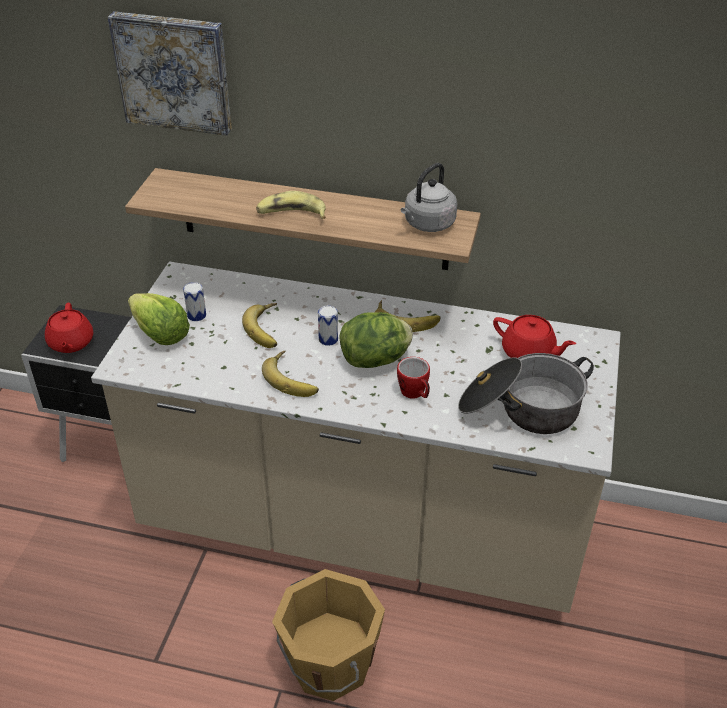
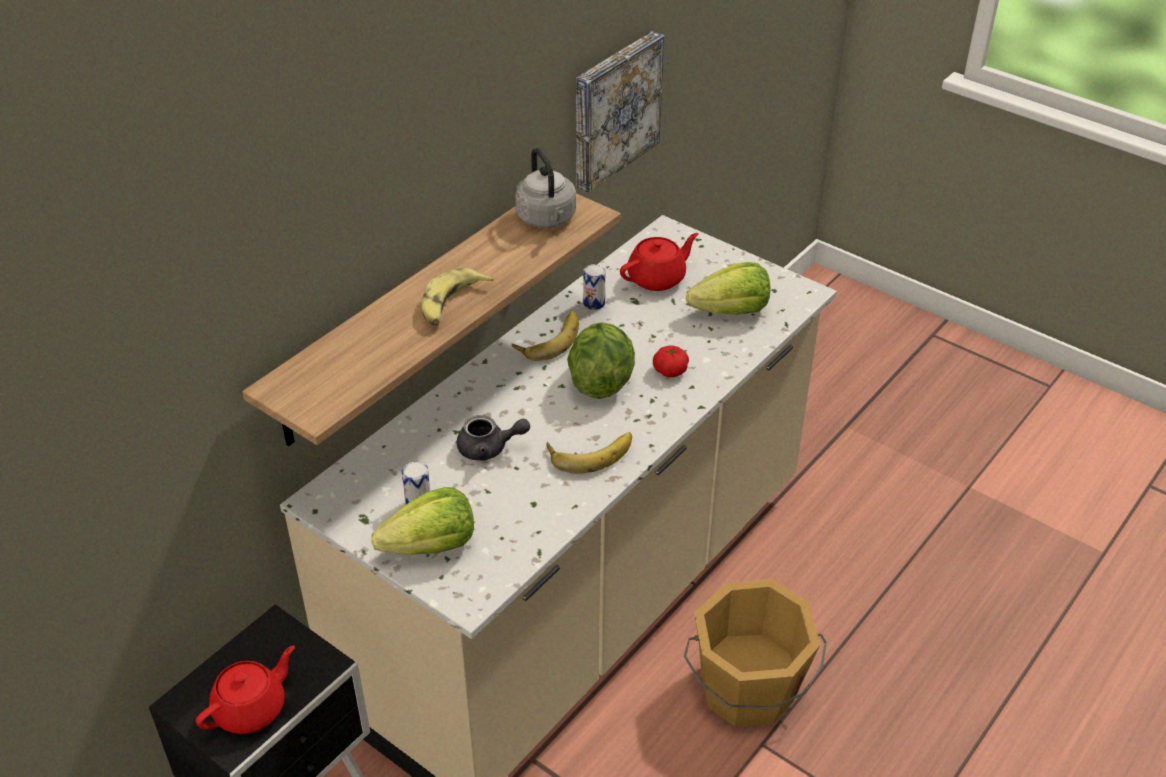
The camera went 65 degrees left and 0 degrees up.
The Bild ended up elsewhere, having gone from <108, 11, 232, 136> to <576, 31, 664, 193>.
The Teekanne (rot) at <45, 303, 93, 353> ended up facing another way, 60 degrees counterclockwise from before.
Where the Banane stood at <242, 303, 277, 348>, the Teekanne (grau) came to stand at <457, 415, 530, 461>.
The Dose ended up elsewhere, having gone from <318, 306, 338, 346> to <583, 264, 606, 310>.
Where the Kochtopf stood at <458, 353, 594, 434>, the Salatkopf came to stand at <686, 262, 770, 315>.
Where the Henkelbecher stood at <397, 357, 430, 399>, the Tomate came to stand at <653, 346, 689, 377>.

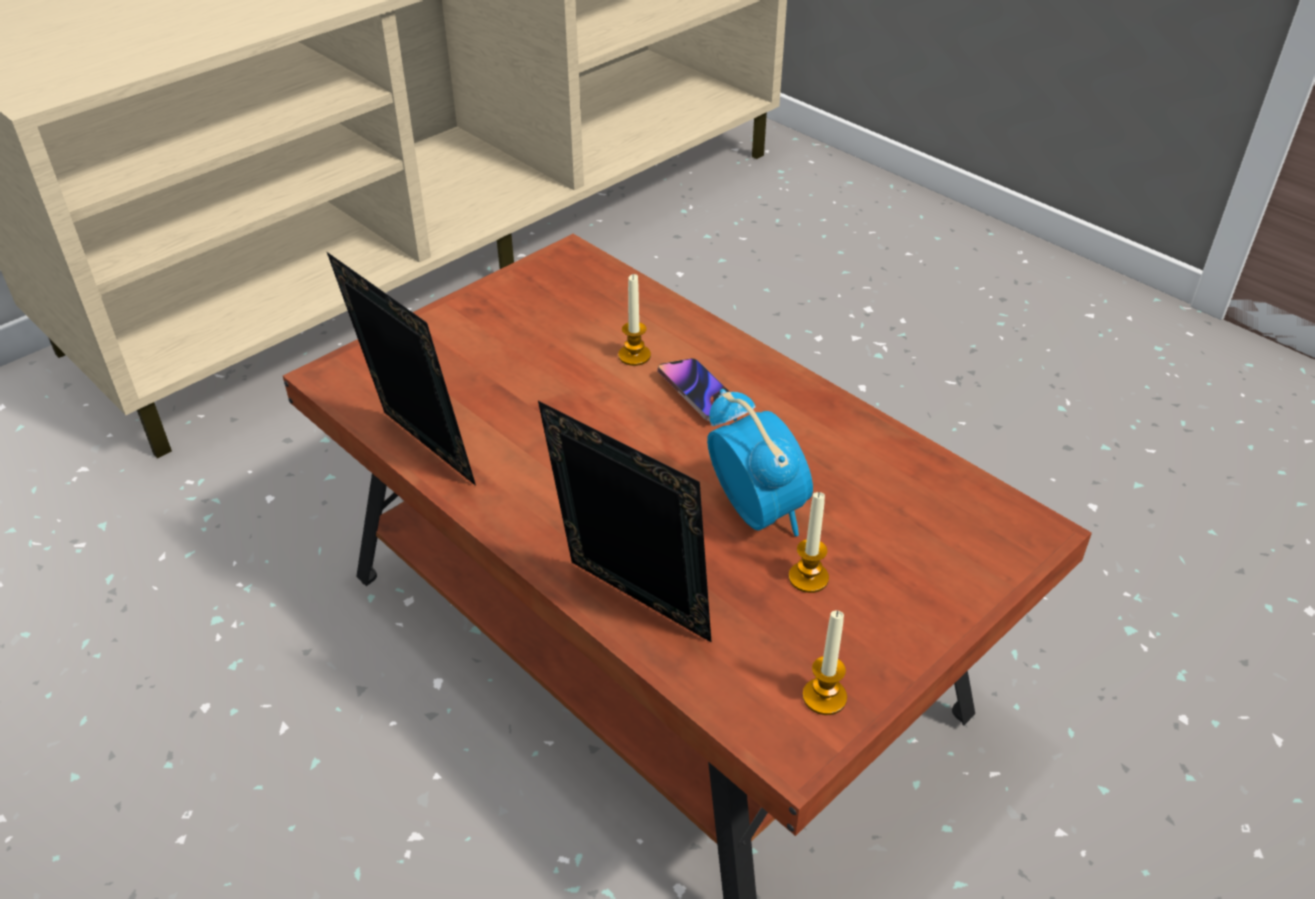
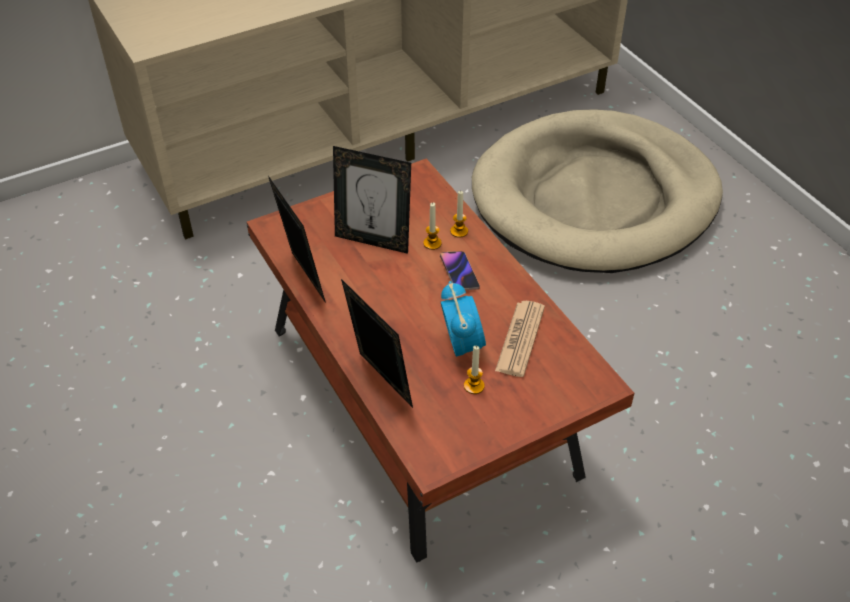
The camera went 15 degrees right and 5 degrees up.
The Kerze ended up elsewhere, having gone from <803, 611, 847, 715> to <450, 191, 468, 238>.
The second view gained the Hundebett (beige) at <472, 109, 723, 273>.
The second view gained the Bilderrahmen at <333, 146, 411, 254>.
The second view gained the Zeitung at <495, 301, 545, 377>.

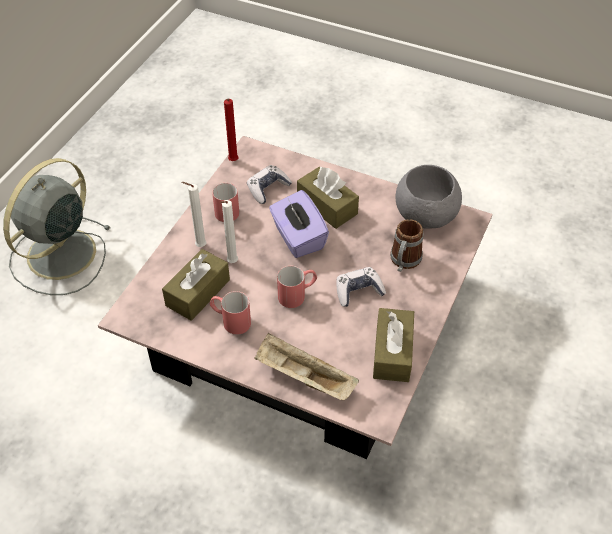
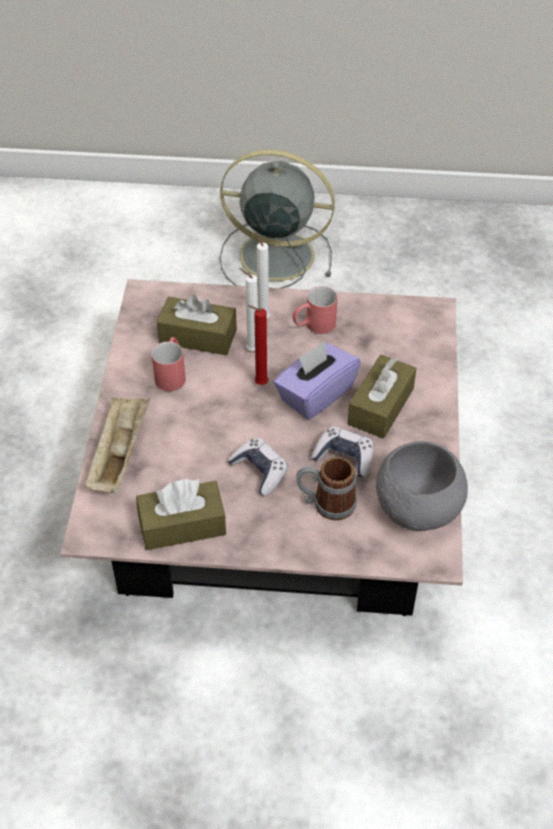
The camera went 70 degrees right and 0 degrees up.
The Kerze (rot) ended up elsewhere, having gone from <224, 99, 238, 161> to <248, 305, 268, 385>.
The Gamepad ended up elsewhere, having gone from <247, 165, 292, 204> to <311, 426, 373, 477>.
The second view lost the Henkelbecher (rot) at <277, 266, 317, 308>.

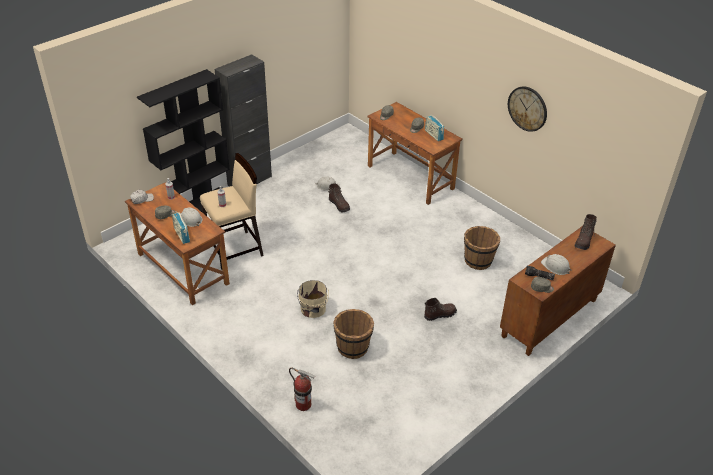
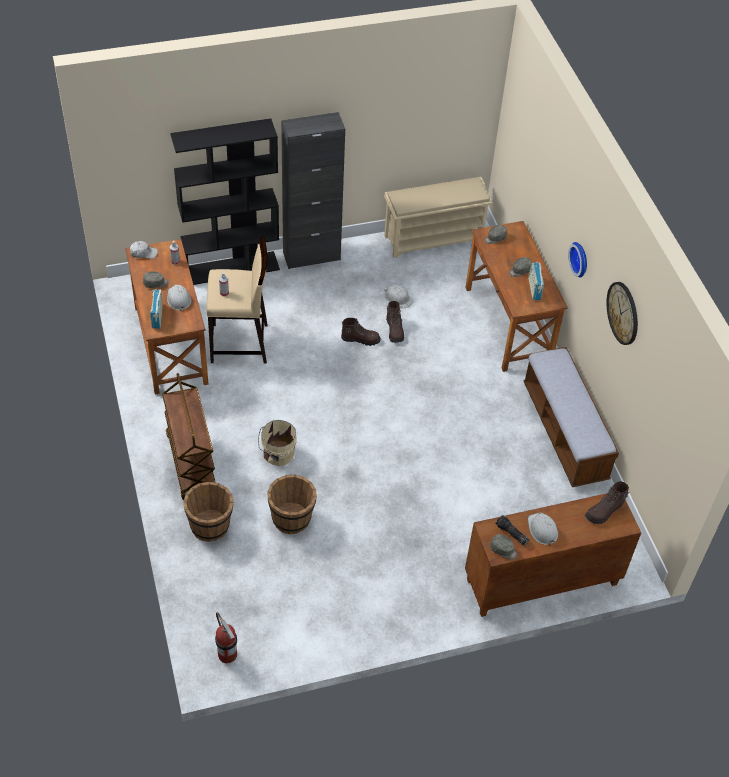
The camera went 25 degrees right and 10 degrees up.
The Eimer (braun) ended up elsewhere, having gone from <464, 226, 500, 270> to <183, 482, 234, 542>.
The Stiefel (braun) ended up elsewhere, having gone from <424, 298, 457, 321> to <341, 318, 381, 346>.
The Feuerlöscher ended up elsewhere, having gone from <289, 367, 316, 411> to <215, 612, 237, 663>.
The second view gained the Schuhregal (beige) at <384, 177, 493, 258>.
The second view gained the Wanduhr at <568, 242, 587, 278>.
The second view gained the Bank at <524, 347, 619, 487>.
The second view gained the Rollwagen (braun) at <162, 373, 216, 500>.

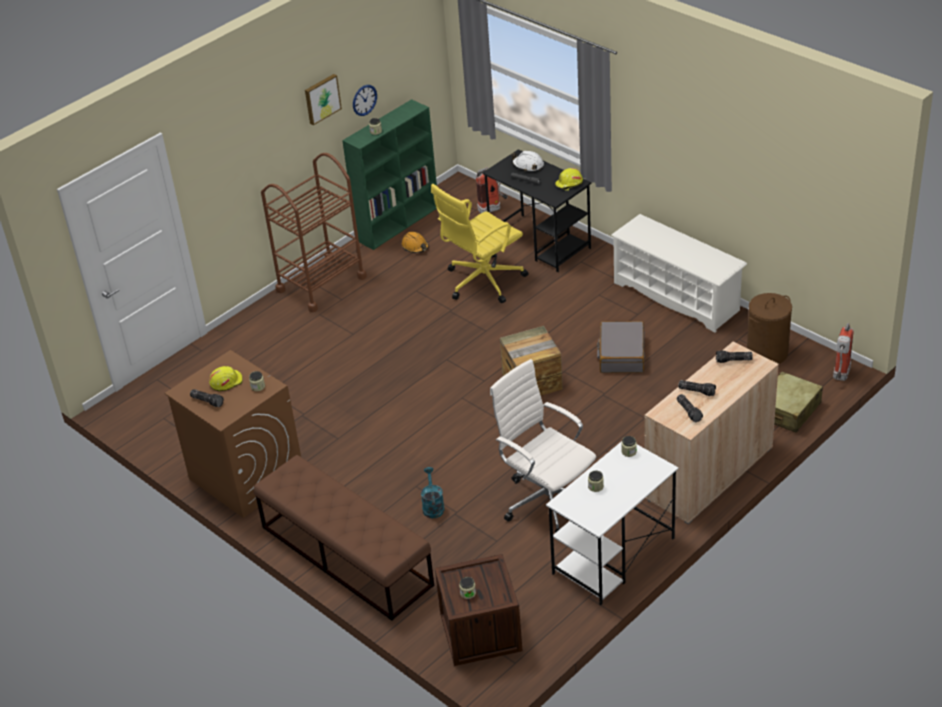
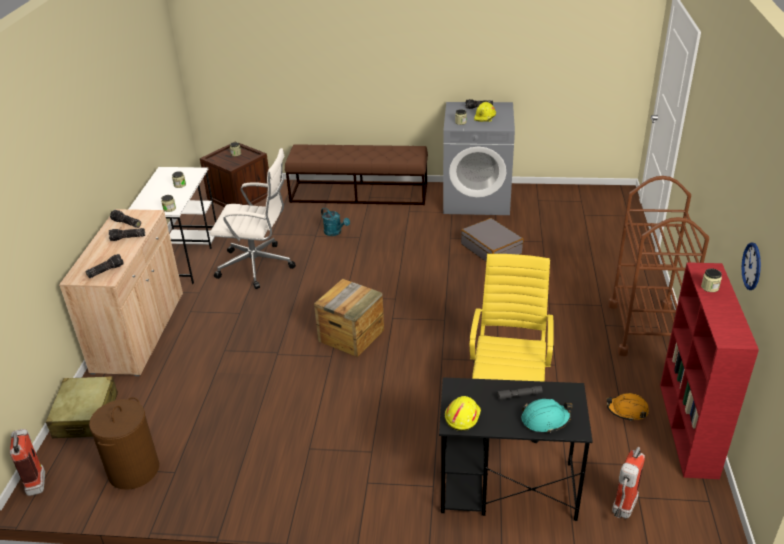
The camera went 140 degrees right and 5 degrees down.
The second view lost the Bild at <305, 74, 342, 125>.
What was the Bücherregal (grün) at <342, 99, 437, 250> turned into the Bücherregal (rot) at <660, 262, 759, 479>.
What was the Schutzhelm (weiß) at <511, 150, 544, 172> turned into the Schutzhelm (türkis) at <522, 399, 572, 433>.
The second view lost the Schuhregal (weiß) at <611, 214, 747, 333>.
The Koffer (grau) ended up elsewhere, having gone from <597, 321, 645, 373> to <461, 218, 524, 261>.
What was the Waschmaschine (braun) at <165, 350, 301, 518> turned into the Waschmaschine (grau) at <443, 102, 515, 215>.

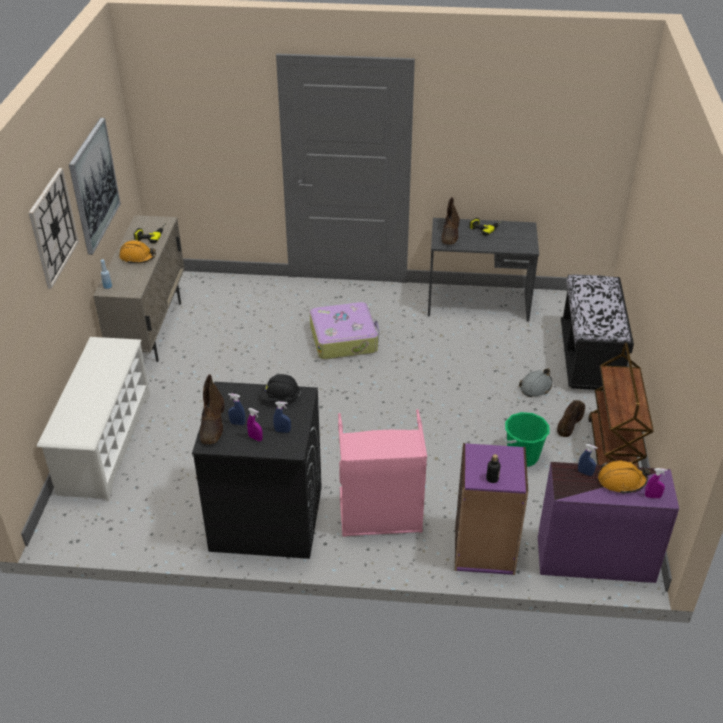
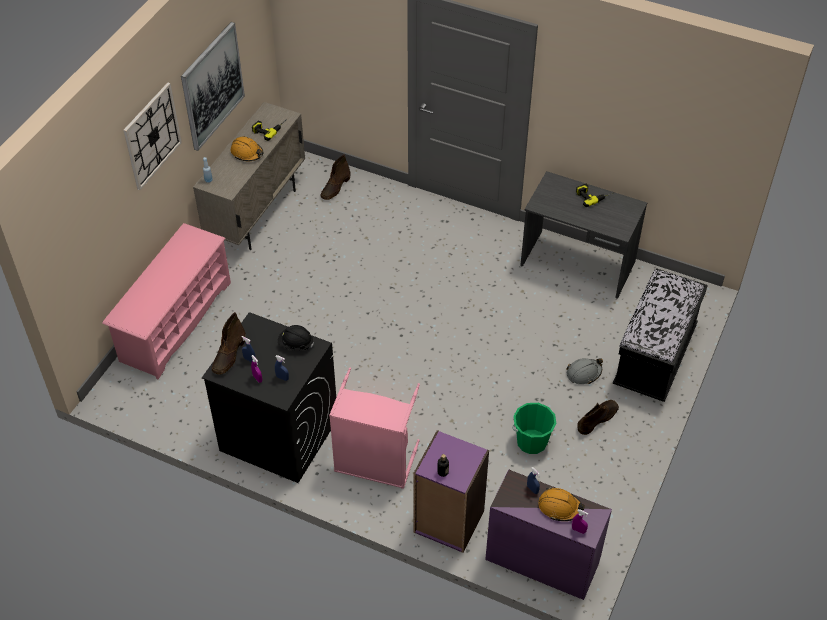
The camera went 20 degrees right and 10 degrees up.
The Stiefel (braun) ended up elsewhere, having gone from <441, 197, 460, 245> to <320, 154, 351, 200>.
The second view lost the Koffer at <310, 302, 379, 359>.
What was the Schuhregal (weiß) at <37, 337, 150, 501> turned into the Schuhregal (rosa) at <102, 223, 231, 379>.
The second view lost the Rollwagen (braun) at <588, 342, 654, 467>.

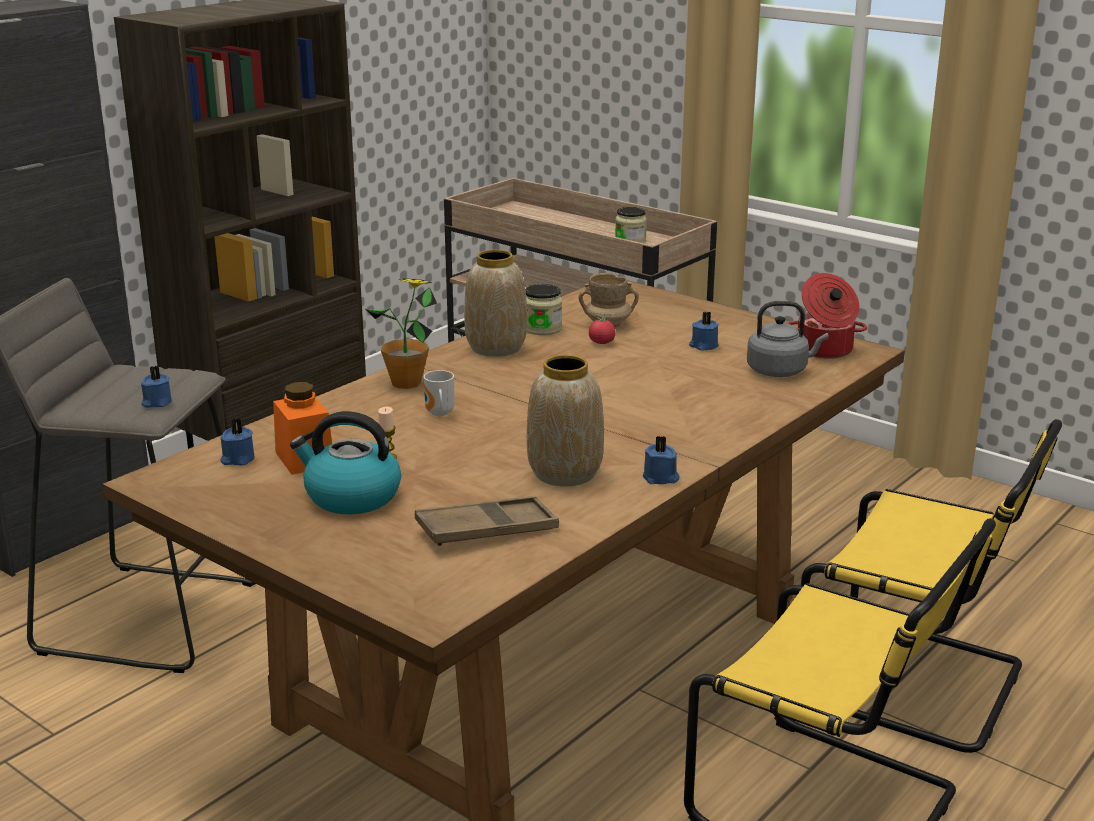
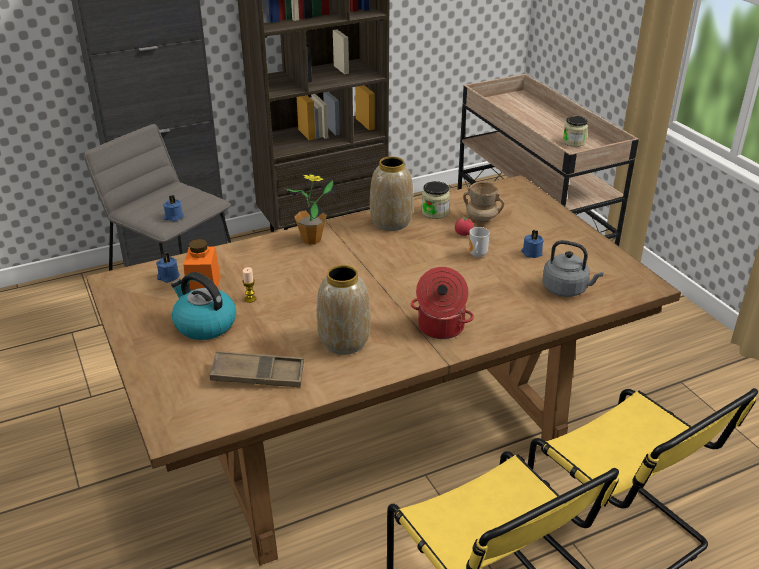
The camera went 25 degrees right and 10 degrees up.
The Kochtopf ended up elsewhere, having gone from <788, 273, 867, 359> to <411, 267, 474, 339>.
The Henkelbecher ended up elsewhere, having gone from <424, 370, 454, 416> to <469, 227, 490, 257>.
The second view lost the Kerze (blau) at <643, 435, 679, 484>.

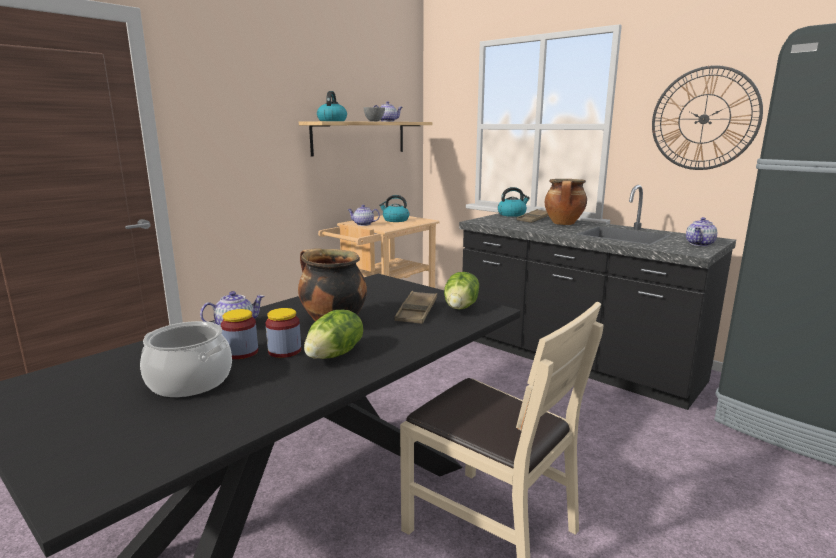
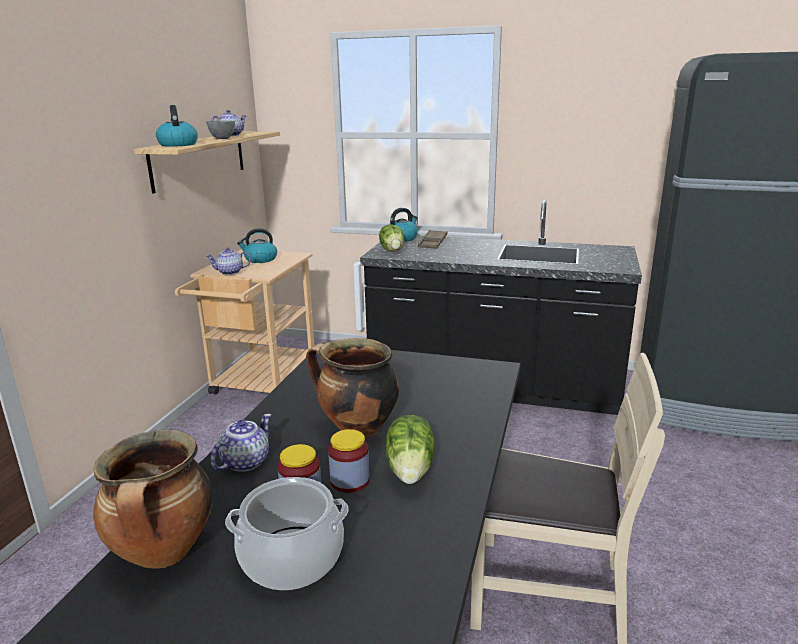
The camera went 25 degrees left and 5 degrees up.
The second view lost the Wanduhr at <652, 65, 763, 170>.
The Kochtopf ended up elsewhere, having gone from <545, 179, 587, 225> to <93, 430, 212, 569>.
The second view lost the Teekanne at <686, 217, 717, 246>.
The Salatkopf ended up elsewhere, having gone from <444, 272, 479, 310> to <379, 224, 404, 252>.
The second view lost the Tablett (braun) at <394, 291, 437, 324>.

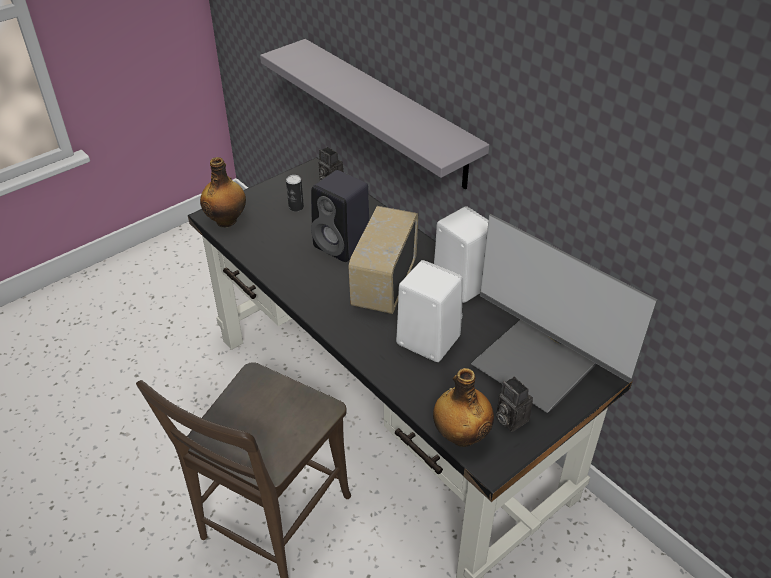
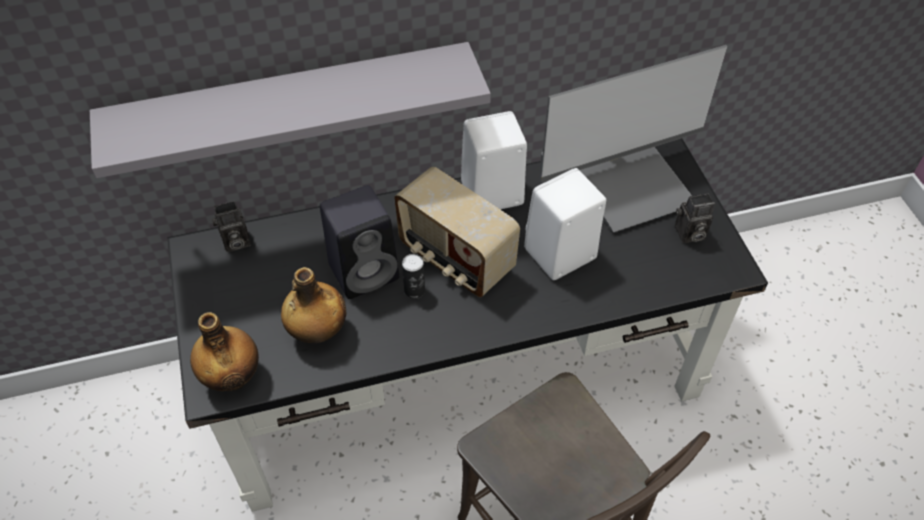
The camera went 65 degrees left and 10 degrees up.
The Dose ended up elsewhere, having gone from <286, 175, 304, 212> to <402, 254, 425, 299>.
The Flasche ended up elsewhere, having gone from <433, 368, 494, 447> to <281, 267, 346, 343>.

